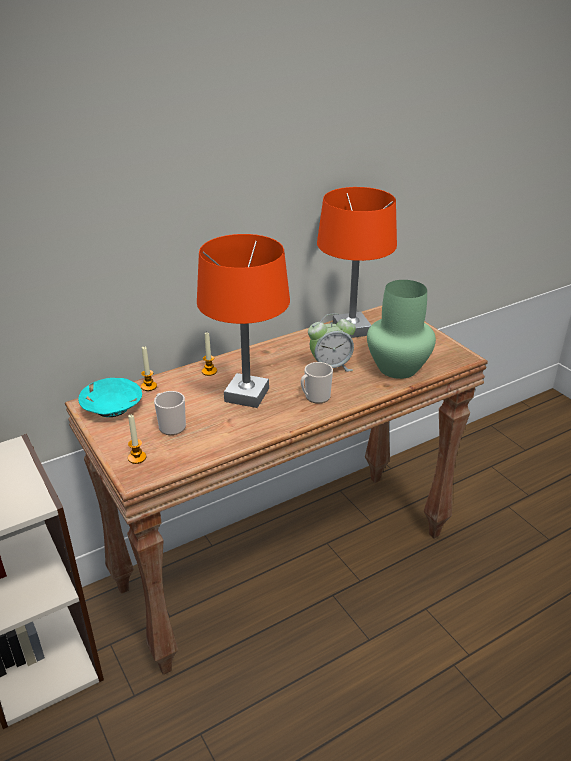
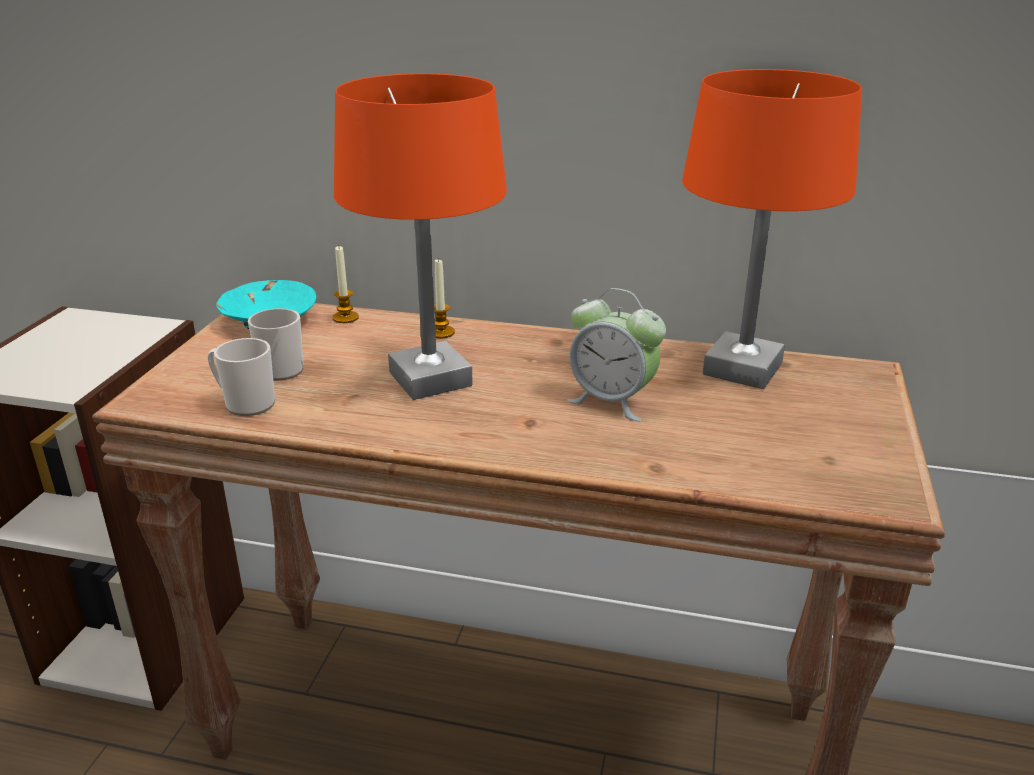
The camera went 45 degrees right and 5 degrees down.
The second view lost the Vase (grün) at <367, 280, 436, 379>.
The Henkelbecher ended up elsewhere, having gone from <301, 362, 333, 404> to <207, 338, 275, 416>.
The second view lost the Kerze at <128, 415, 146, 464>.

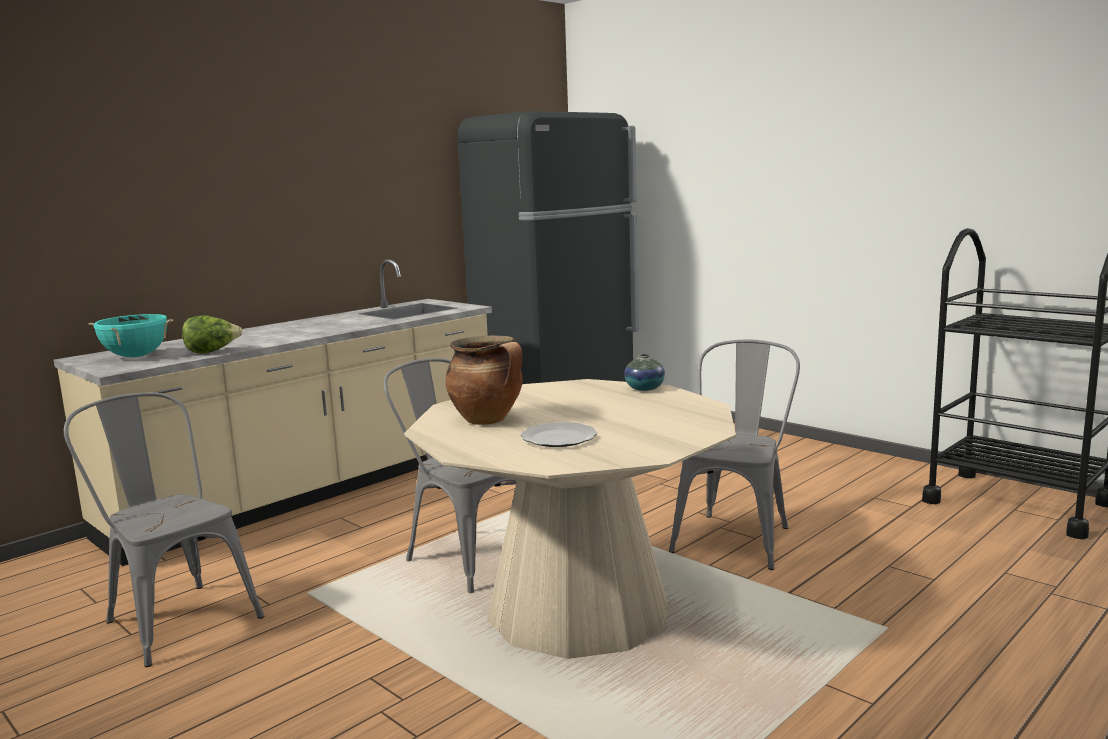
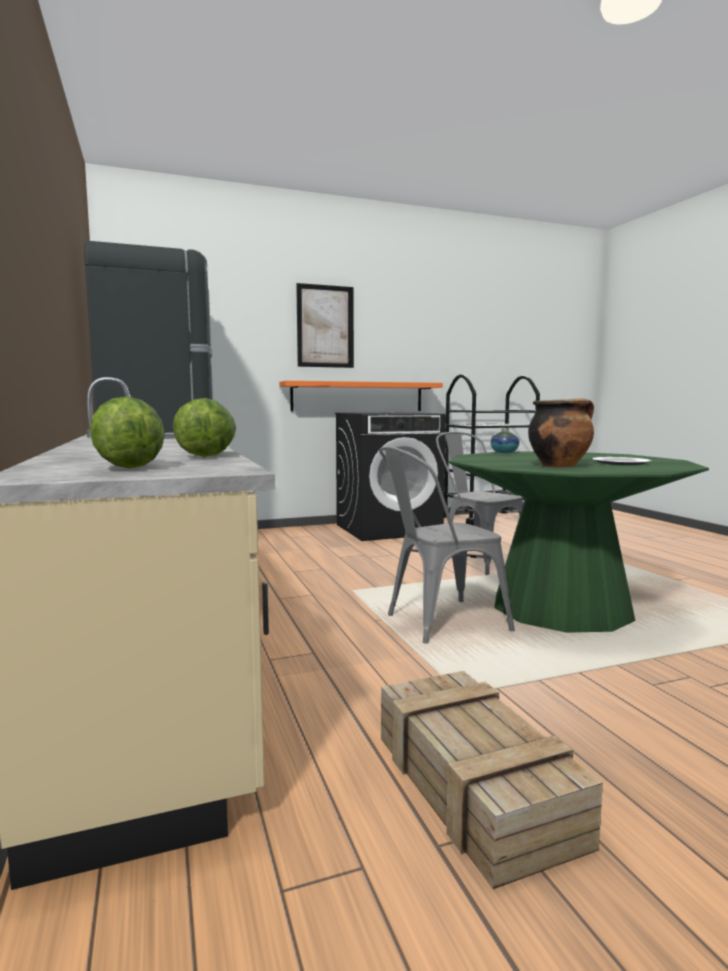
The camera went 65 degrees left and 5 degrees down.
Where the Kochtopf (türkis) stood at <88, 314, 173, 357>, the Salatkopf came to stand at <90, 396, 165, 468>.
What was the Esstisch (beige) at <404, 379, 736, 659> turned into the Esstisch (grün) at <449, 452, 709, 633>.
Where the Stuhl (grau) stood at <64, 392, 264, 667>, the Kiste came to stand at <381, 671, 603, 889>.
The second view gained the Bild at <296, 283, 354, 368>.
The second view gained the Wandregal (orange) at <279, 381, 443, 411>.
The second view gained the Waschmaschine (schwarz) at <335, 412, 446, 541>.

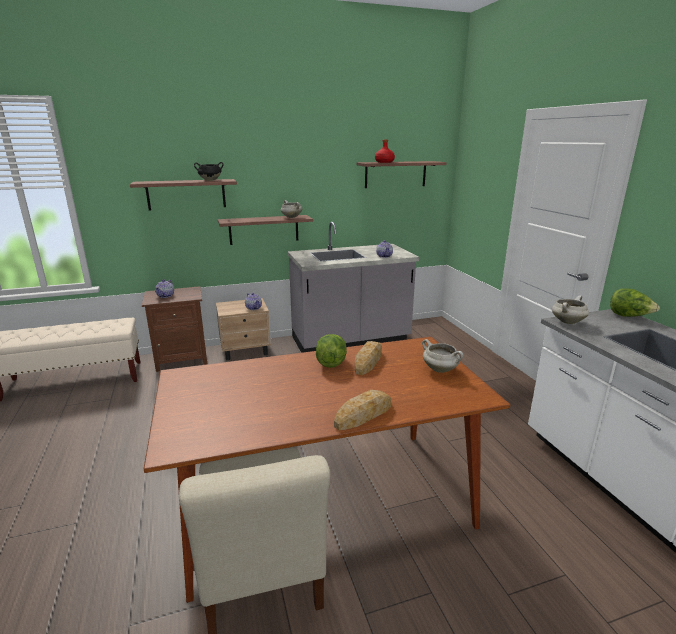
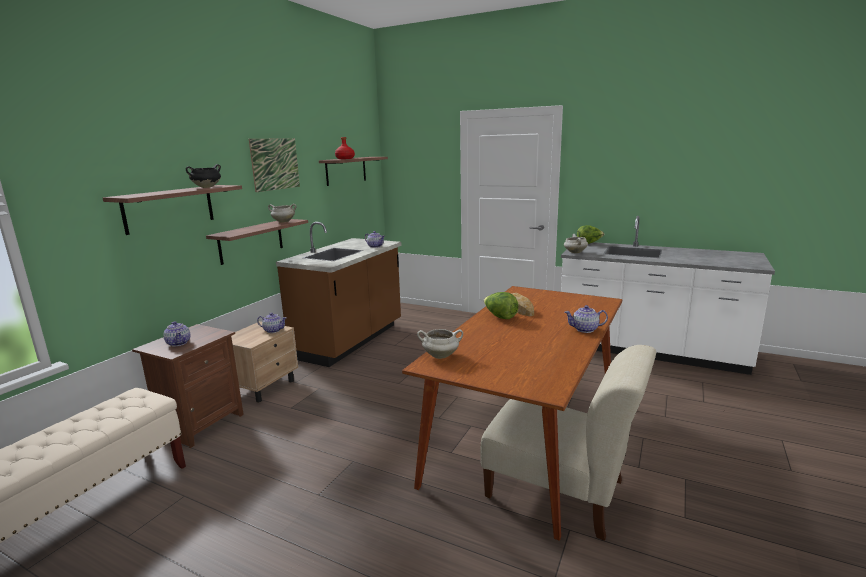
The camera went 45 degrees left and 5 degrees down.
What was the Küchenzeile (grau) at <288, 222, 419, 353> turned into the Küchenzeile (braun) at <276, 222, 401, 367>.
The Kochtopf (weiß) ended up elsewhere, having gone from <422, 339, 463, 373> to <417, 329, 463, 359>.
Where the Brot stood at <334, 390, 391, 430>, the Teekanne came to stand at <565, 305, 608, 333>.
The second view gained the Bild at <249, 138, 300, 192>.

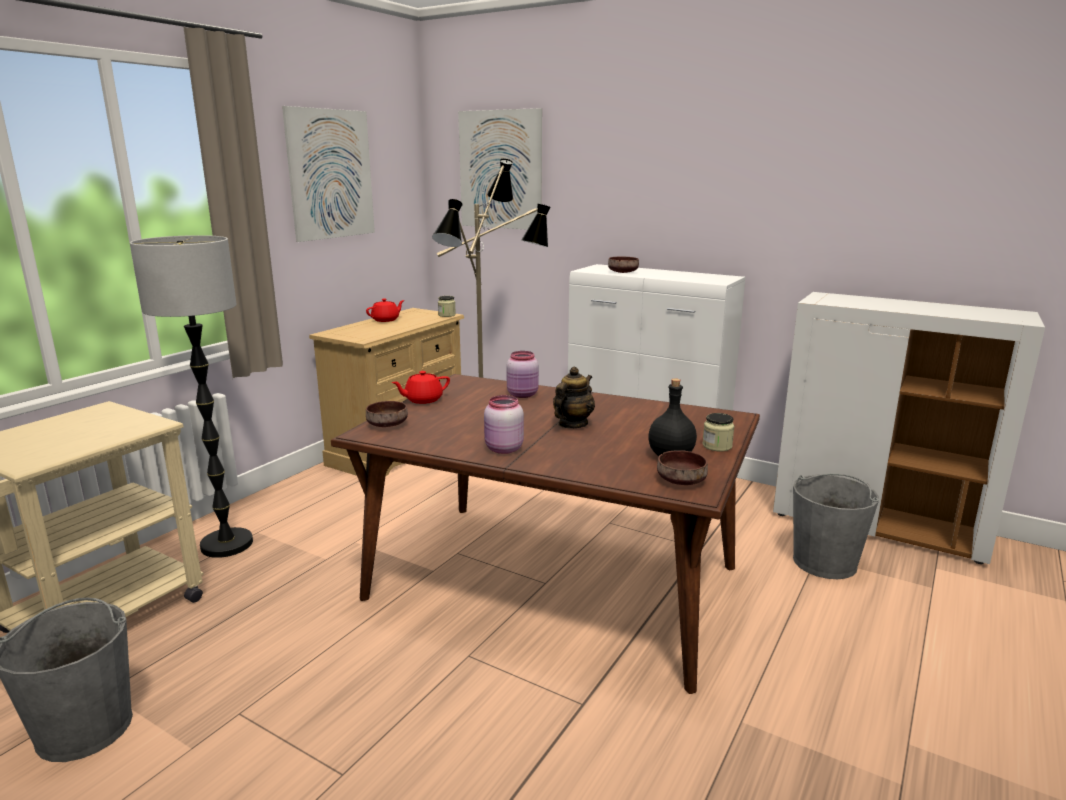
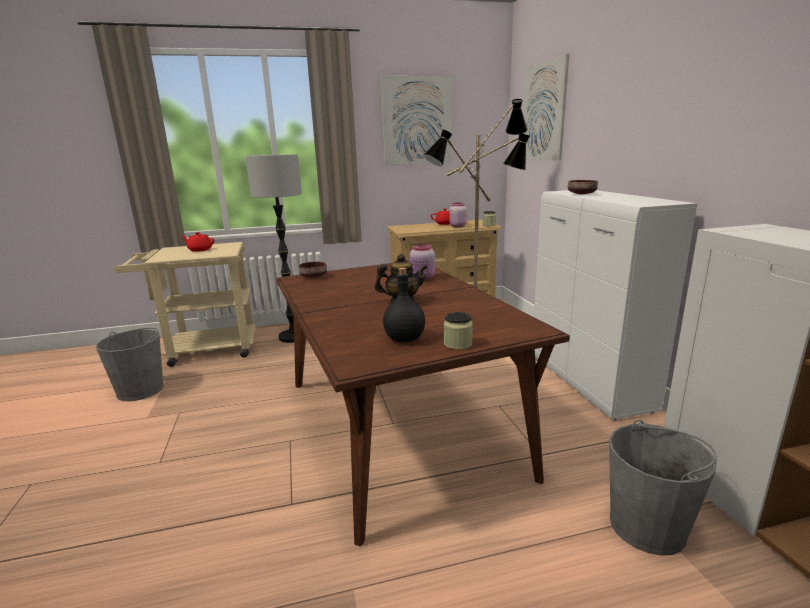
The camera went 45 degrees right and 0 degrees up.
The Teekanne (rot) ended up elsewhere, having gone from <391, 371, 450, 404> to <182, 232, 214, 252>.
The Vorratsglas (rosa) ended up elsewhere, having gone from <484, 395, 524, 454> to <449, 203, 467, 228>.
The second view lost the Schüssel (braun) at <657, 451, 708, 485>.

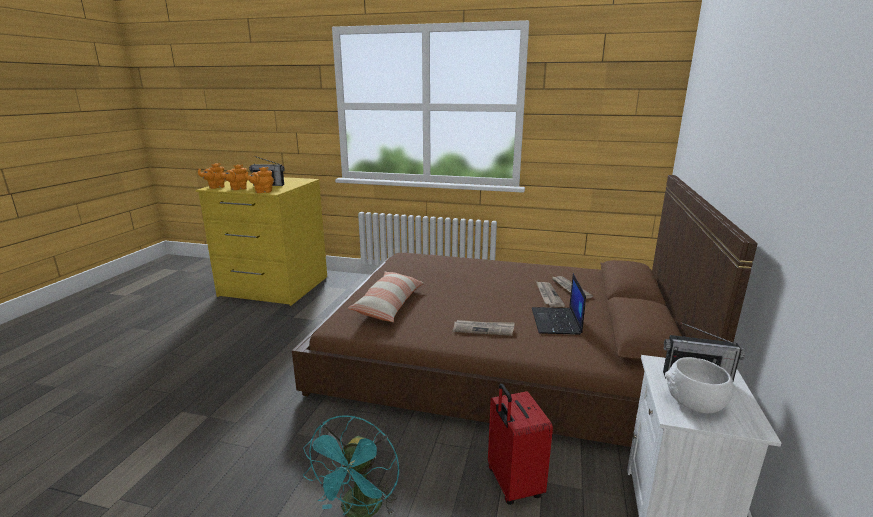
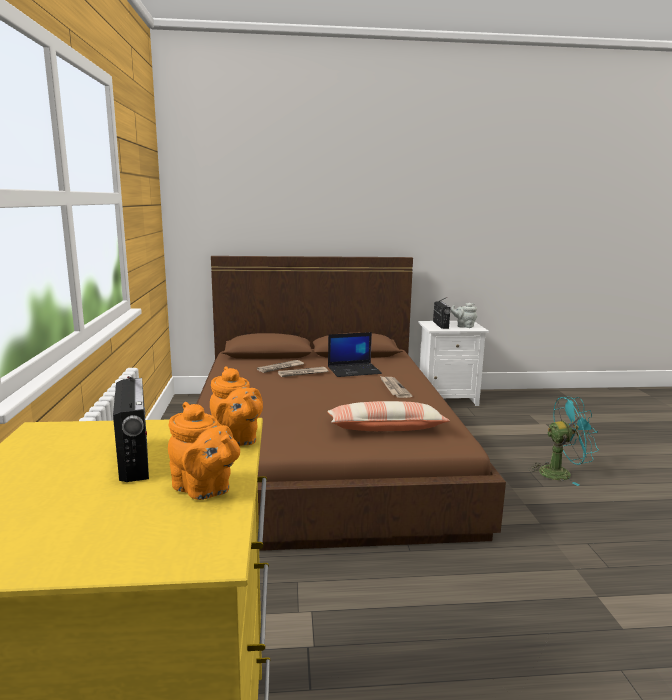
The camera went 110 degrees left and 5 degrees down.
The second view lost the Teekanne (orange) at <198, 163, 225, 189>.
Where the Schüssel (weiß) stood at <665, 357, 734, 413>, the Teekanne (grau) came to stand at <451, 303, 477, 328>.
The second view lost the Koffer (rot) at <488, 384, 553, 505>.

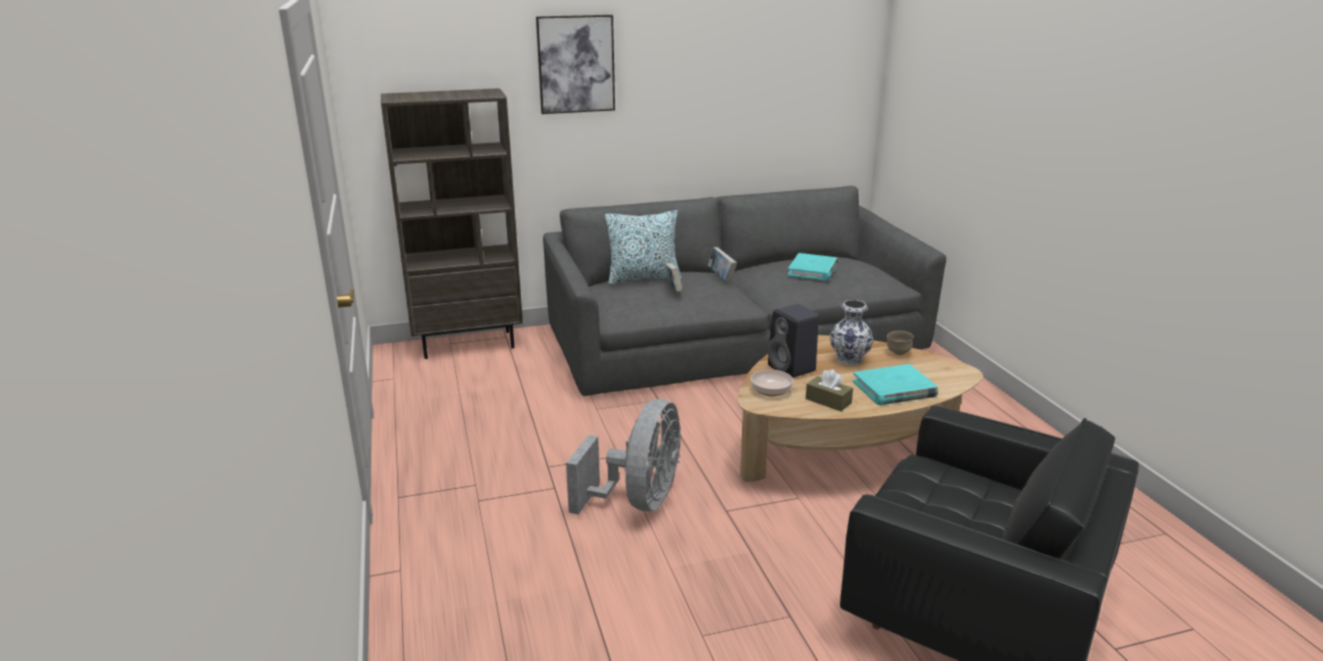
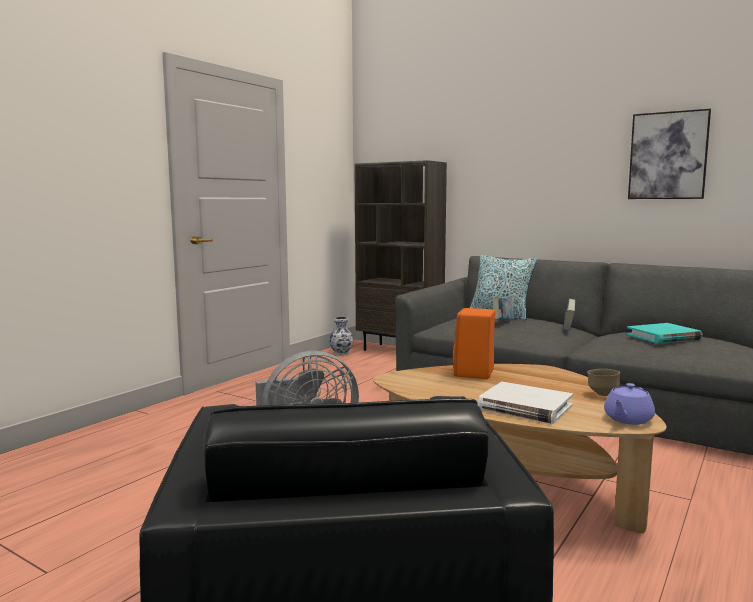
The camera went 50 degrees right and 15 degrees down.
The Bild ended up elsewhere, having gone from <536, 15, 615, 114> to <628, 108, 711, 199>.
The Vase ended up elsewhere, having gone from <830, 300, 873, 366> to <329, 317, 353, 356>.
What was the Lautsprecher (schwarz) at <768, 304, 819, 378> turned into the Lautsprecher (orange) at <453, 308, 495, 379>.
What was the Buch (türkis) at <853, 364, 938, 405> turned into the Buch (weiß) at <478, 382, 573, 424>.
The second view lost the Taschentuchbox (braun) at <806, 369, 853, 411>.
The second view lost the Schüssel at <751, 370, 793, 397>.
The second view gained the Teekanne (lila) at <604, 383, 655, 425>.

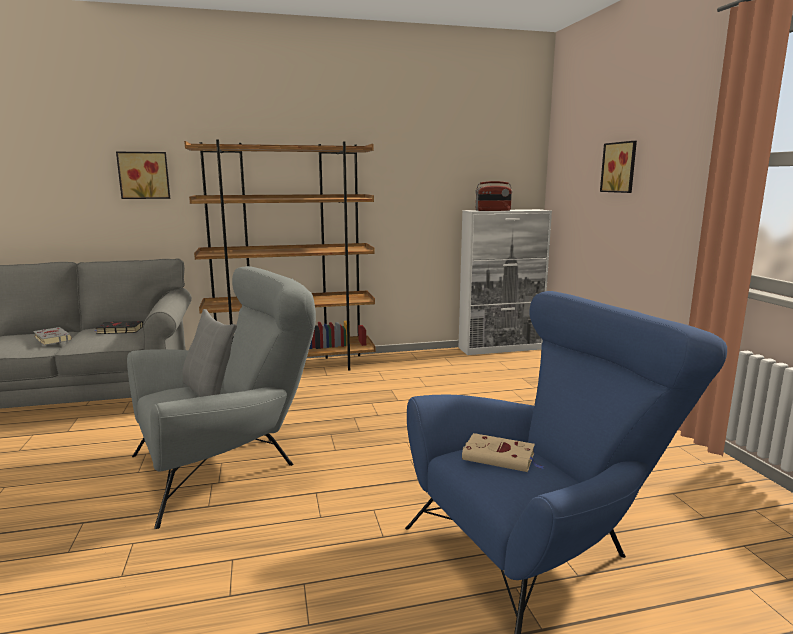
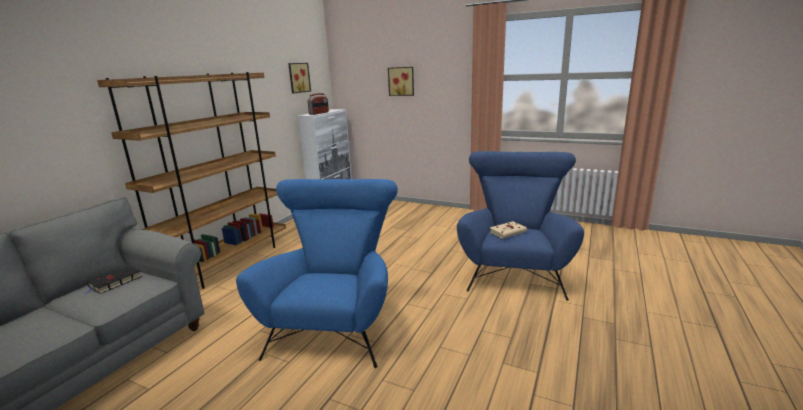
The camera went 50 degrees left and 5 degrees up.
The Bild ended up elsewhere, having gone from <116, 152, 170, 199> to <288, 63, 311, 93>.
What was the Sessel (grau) at <127, 266, 316, 529> turned into the Sessel (blau) at <236, 179, 398, 368>.
The second view lost the Kissen (grau) at <182, 309, 237, 397>.
The second view lost the Buch (grau) at <33, 327, 72, 345>.

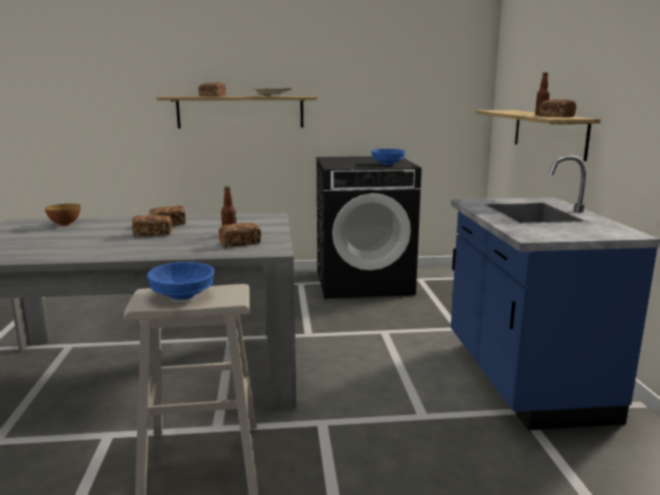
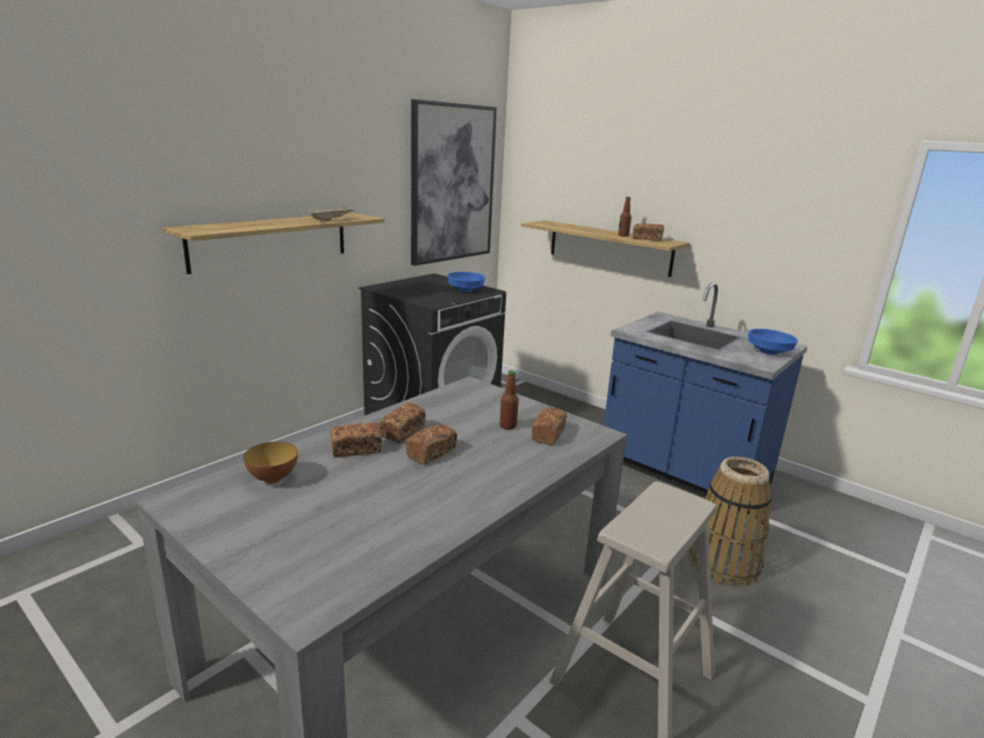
The camera went 45 degrees left and 5 degrees up.
The Brot ended up elsewhere, having gone from <198, 83, 226, 96> to <331, 422, 382, 457>.
The Schüssel (blau) ended up elsewhere, having gone from <147, 262, 214, 300> to <748, 329, 798, 355>.
The second view gained the Bild at <411, 99, 497, 266>.
The second view gained the Korb at <689, 457, 771, 587>.

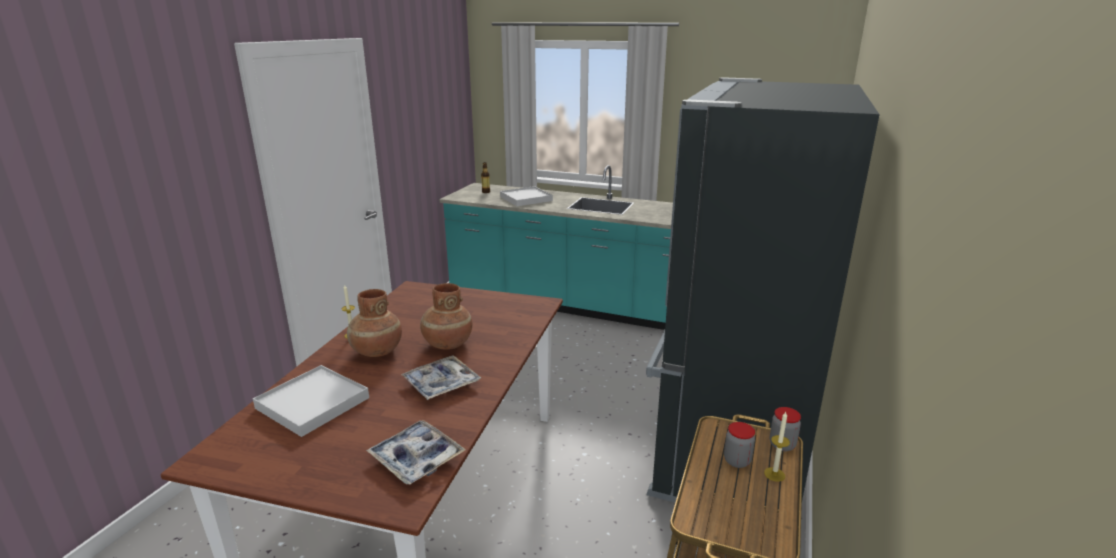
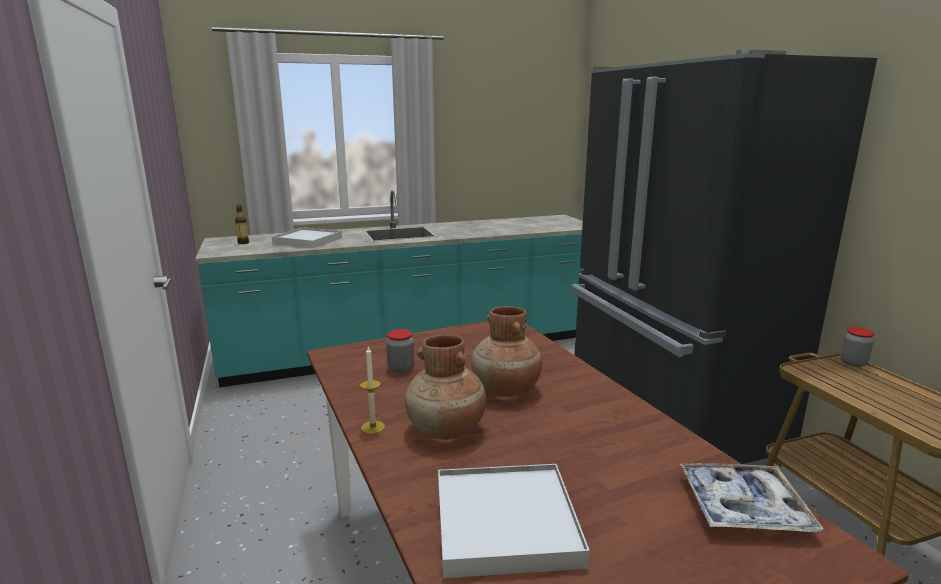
The camera went 40 degrees left and 5 degrees down.
The second view lost the Tablett at <401, 355, 481, 400>.
The second view lost the Kerze at <764, 412, 790, 482>.
The Vorratsglas ended up elsewhere, having gone from <724, 422, 755, 468> to <386, 329, 414, 373>.

